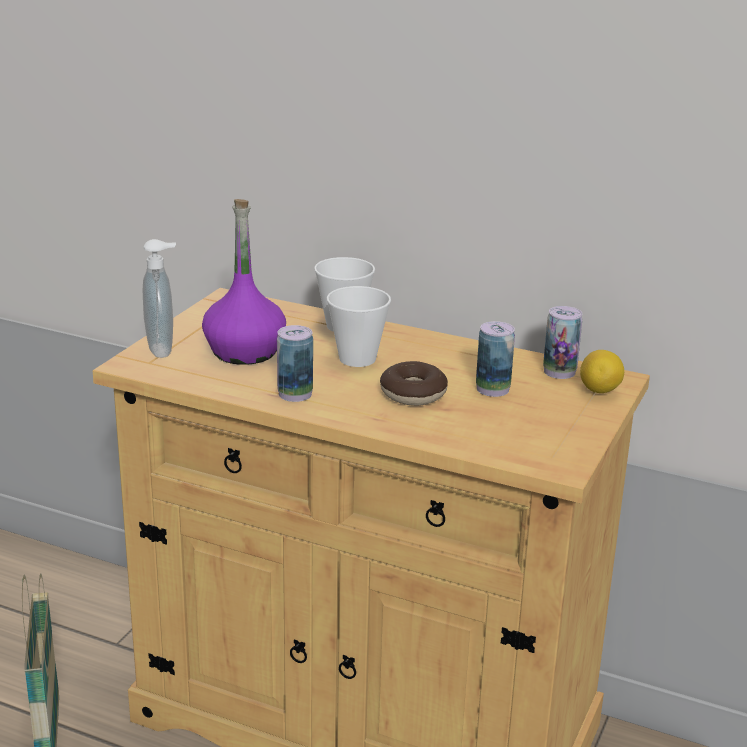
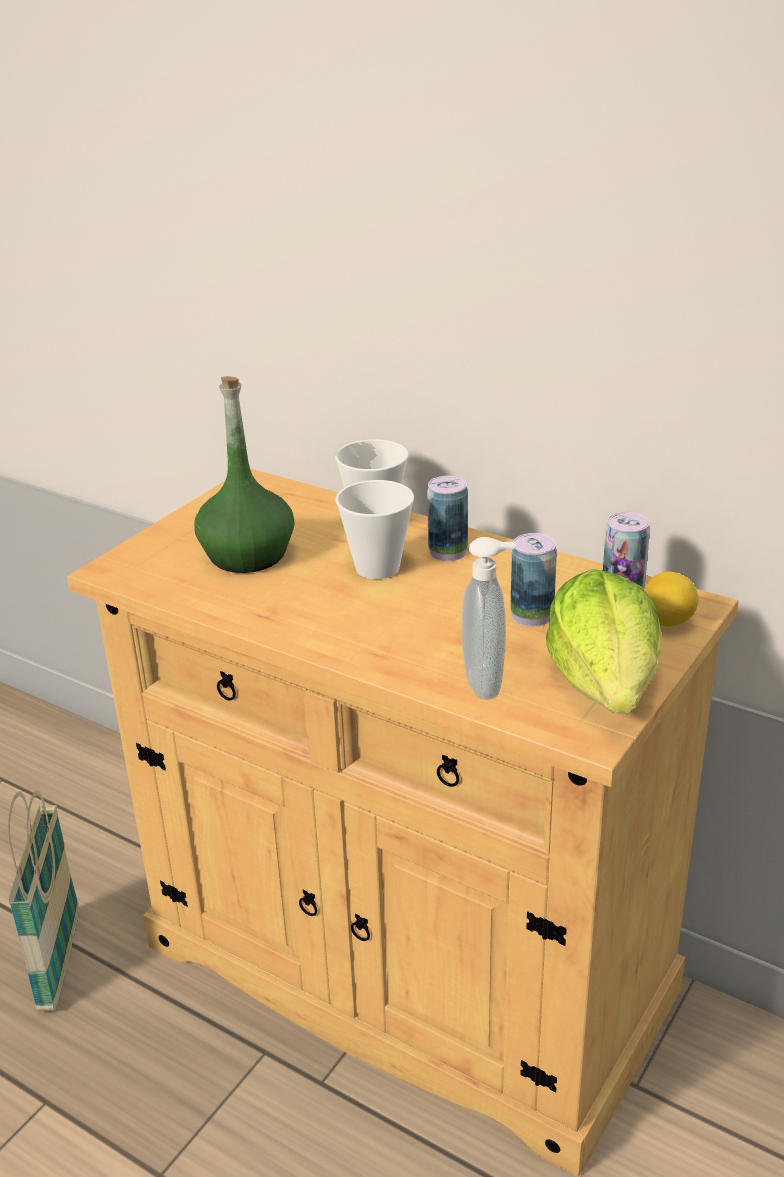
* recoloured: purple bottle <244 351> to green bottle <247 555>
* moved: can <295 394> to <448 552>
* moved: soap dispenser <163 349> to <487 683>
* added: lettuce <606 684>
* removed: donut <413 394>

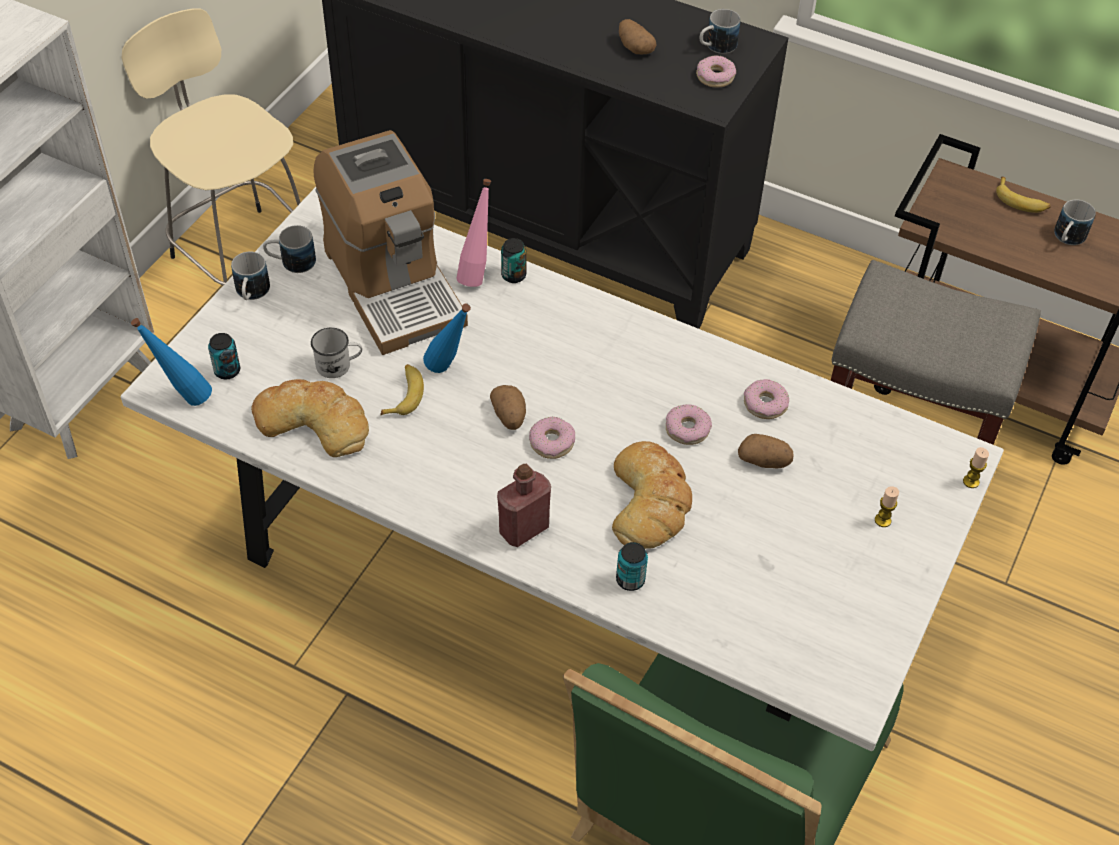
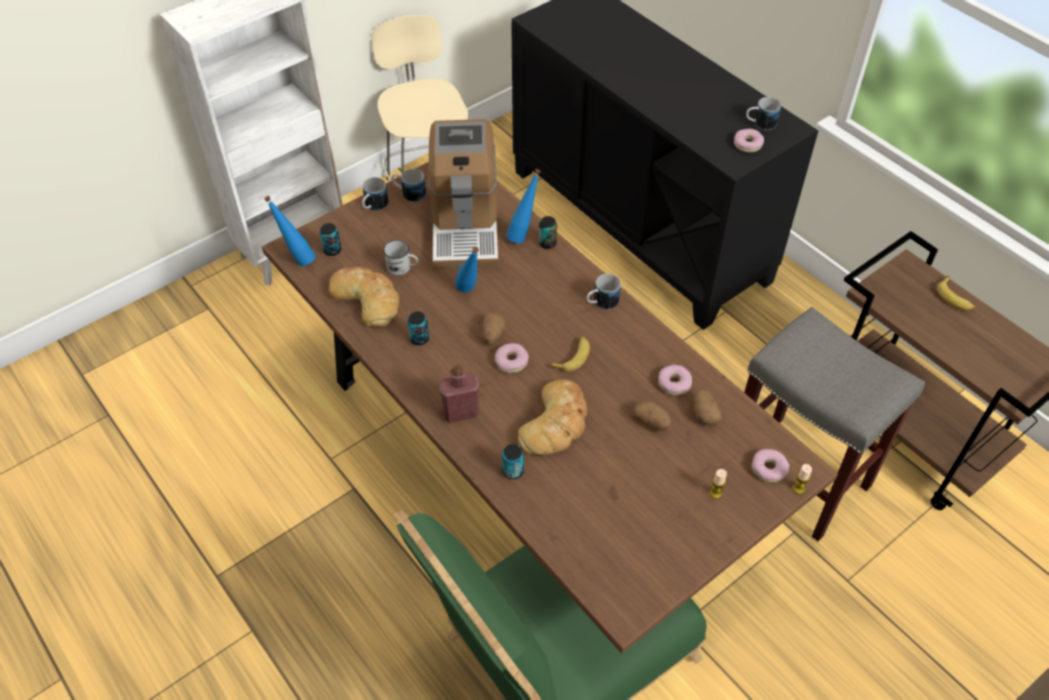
* recoloured: white dining table <554 573> to brown dining table <525 458>
* added: can <419 339>
* recoloured: pink bottle <477 273> to blue bottle <523 235>
* moved: banana <404 394> to <573 357>
* moved: mug <1066 239> to <601 302>
* moved: potato <634 48> to <704 413>
* moved: donut <687 429> to <769 468>

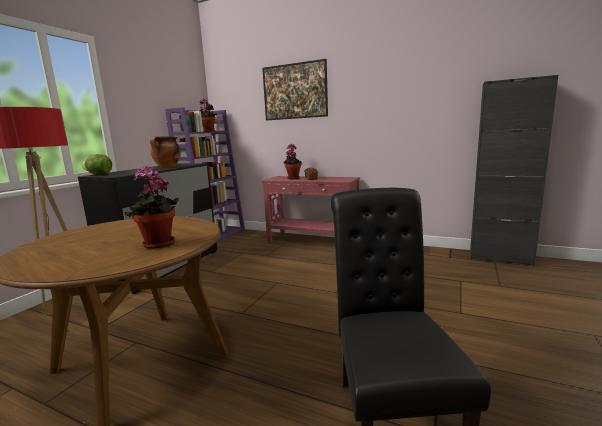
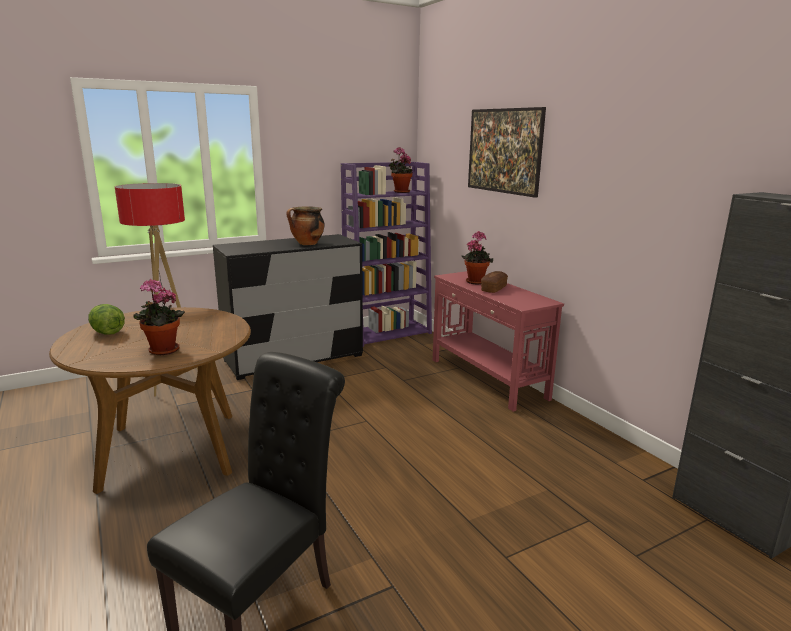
* moved: lettuce <99 174> to <107 332>

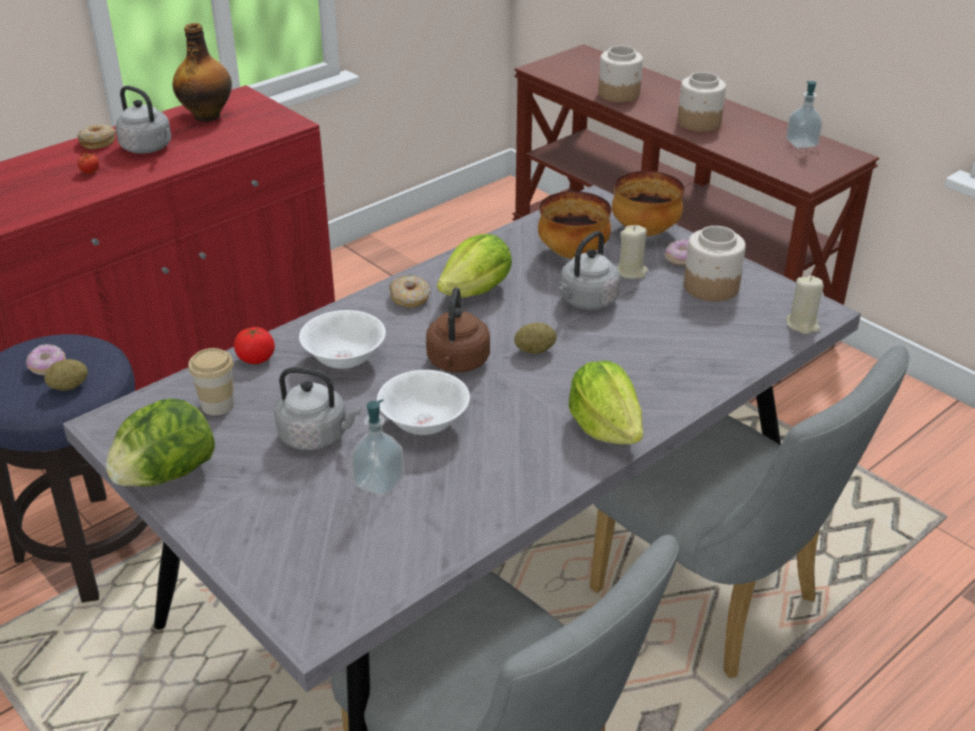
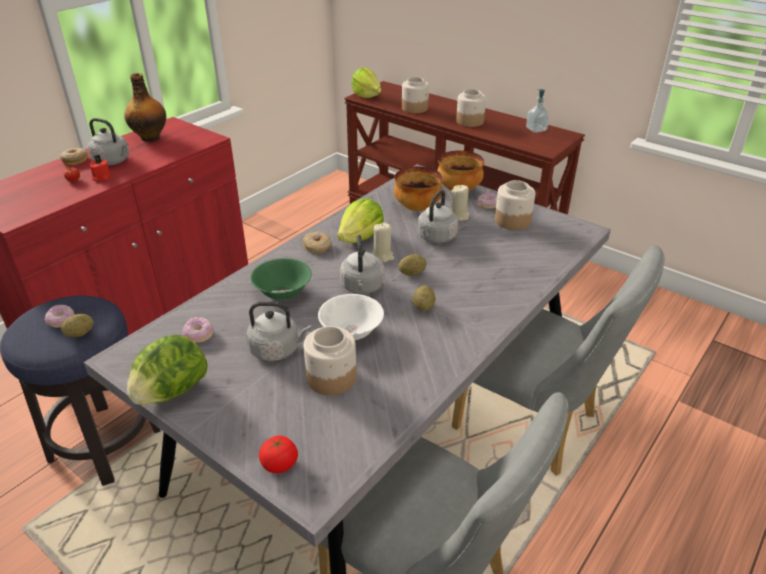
* added: red candle <101 177>
* replaced: cup <217 405> to donut <199 335>
* recoloured: white bowl <344 359> to green bowl <282 293>
* moved: tomato <256 358> to <279 464>
* replaced: soap dispenser <378 482> to jar <331 378>
* recoloured: brown kettle <457 363> to grey kettle <362 287>
* moved: lettuce <605 427> to <366 96>
* moved: beige candle <802 325> to <382 256>
* added: potato <423 307>

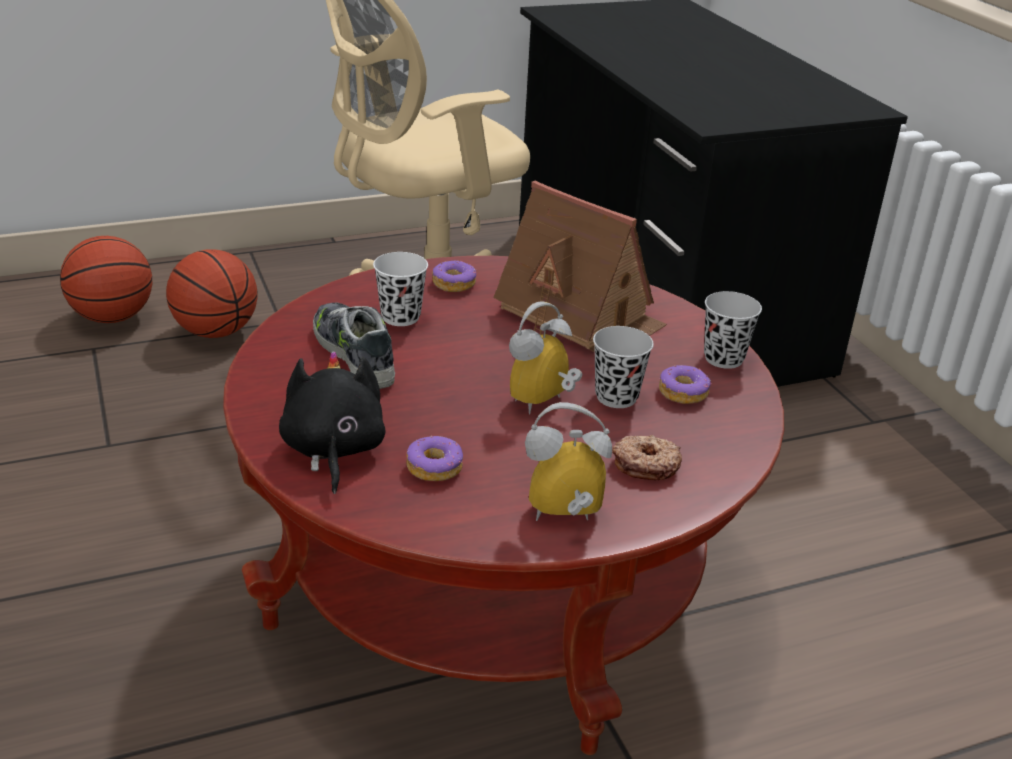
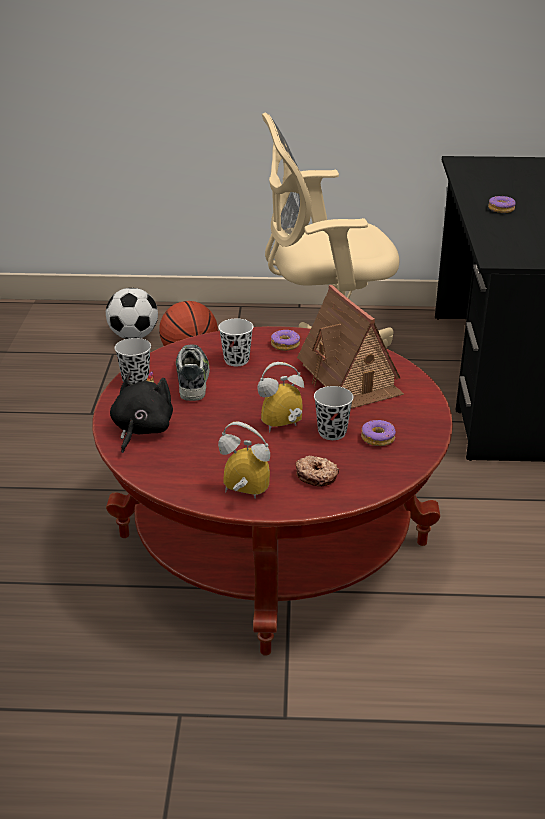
* replaced: basketball <112 317> to football <133 336>
* moved: black cup <723 358> to <135 381>
* moved: donut <435 467> to <501 209>

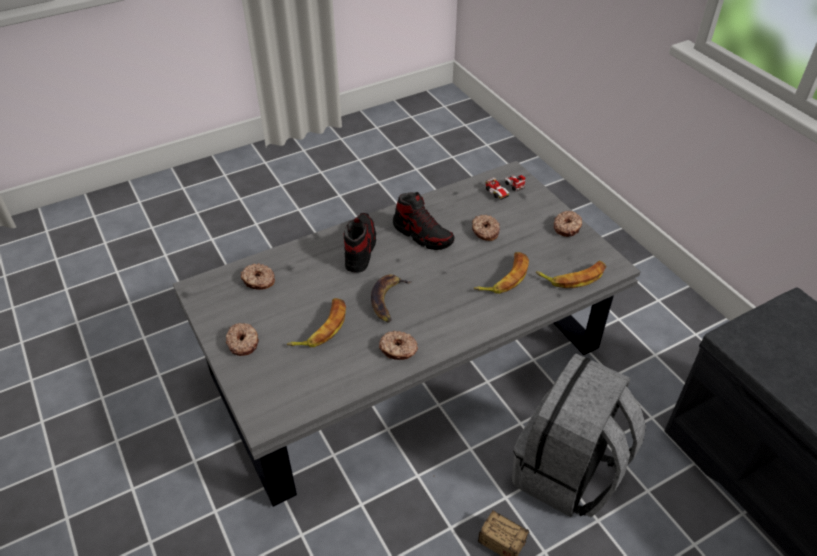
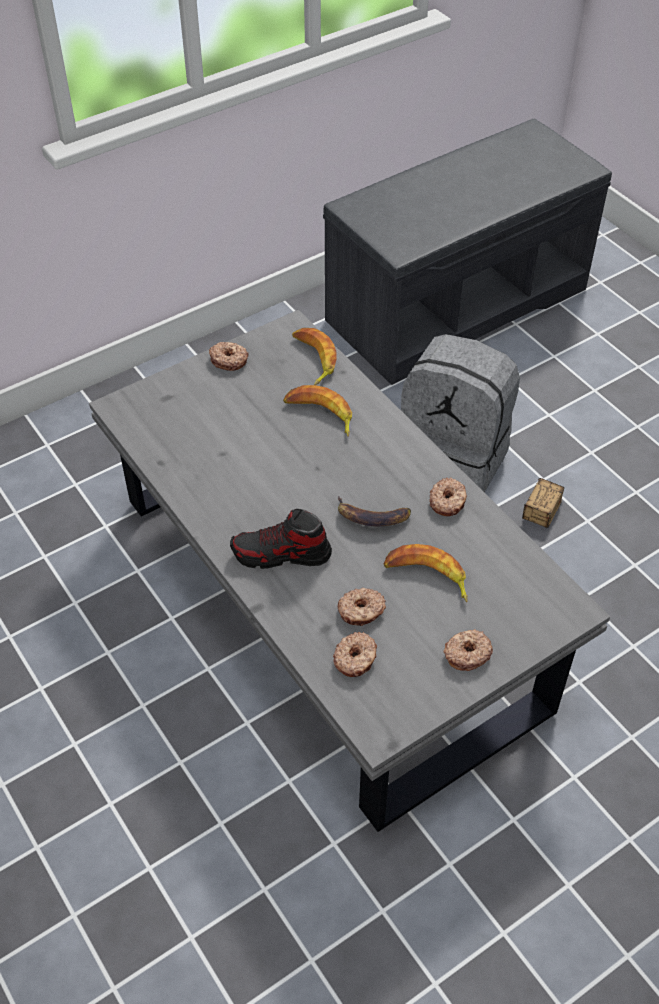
* moved: donut <485 231> to <361 611>
* removed: shoe <423 235>
* removed: toy car <505 190>

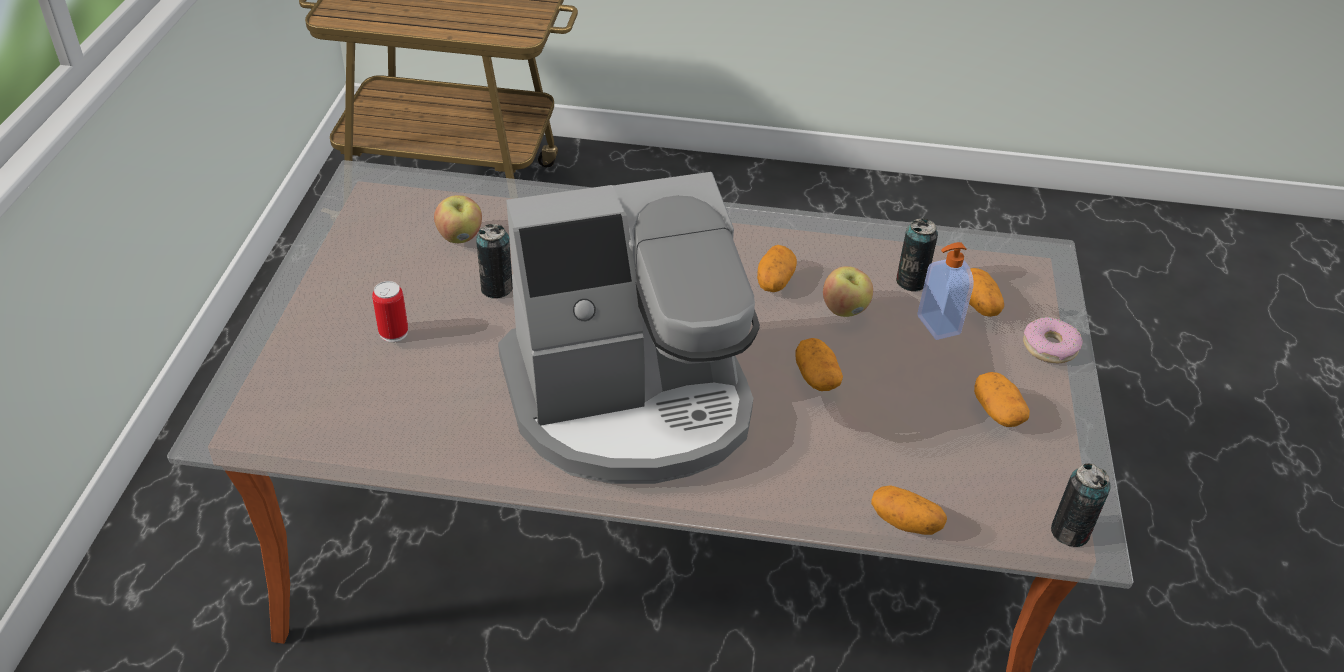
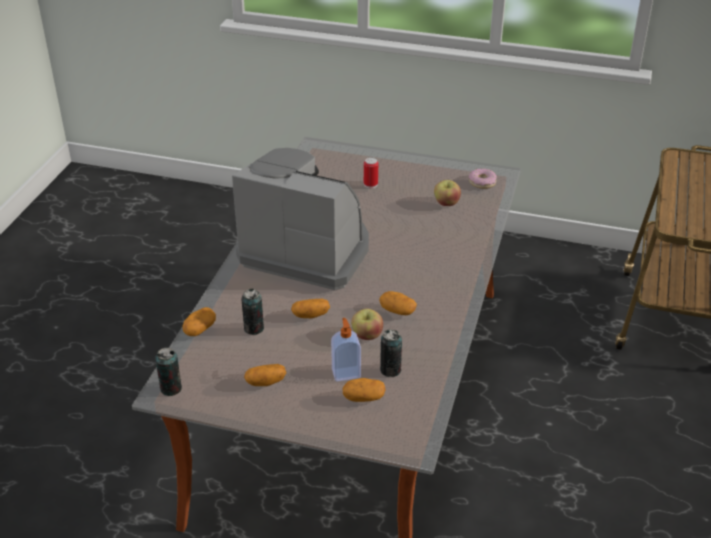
* turned: coffee machine <631 401> = <307 250> 120 degrees clockwise
* moved: can <497 288> to <254 328>
* moved: donut <1050 347> to <482 182>

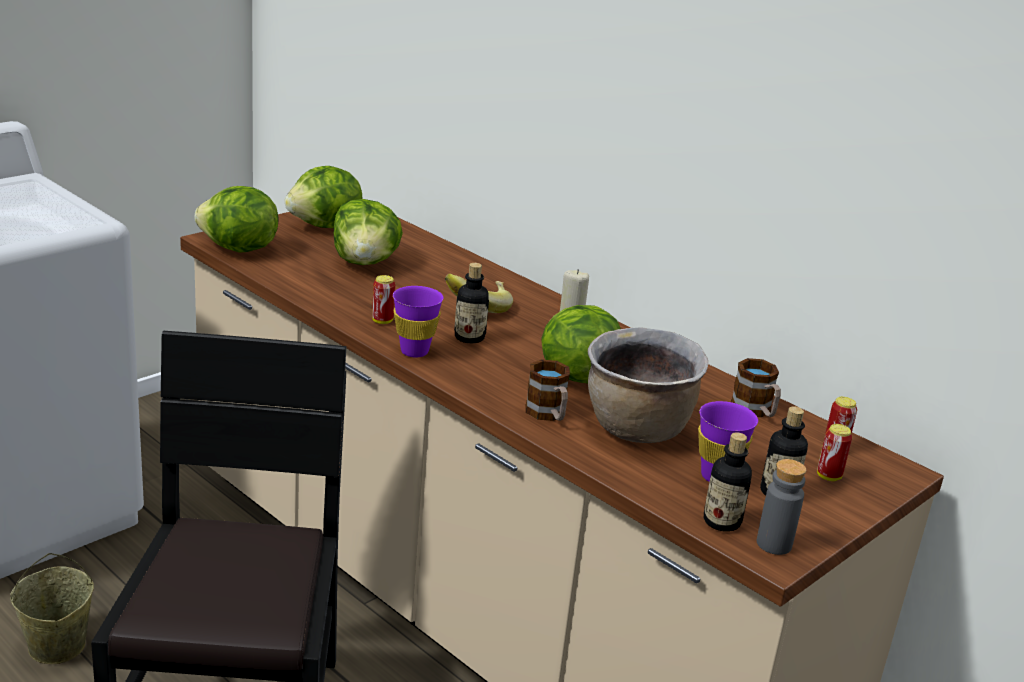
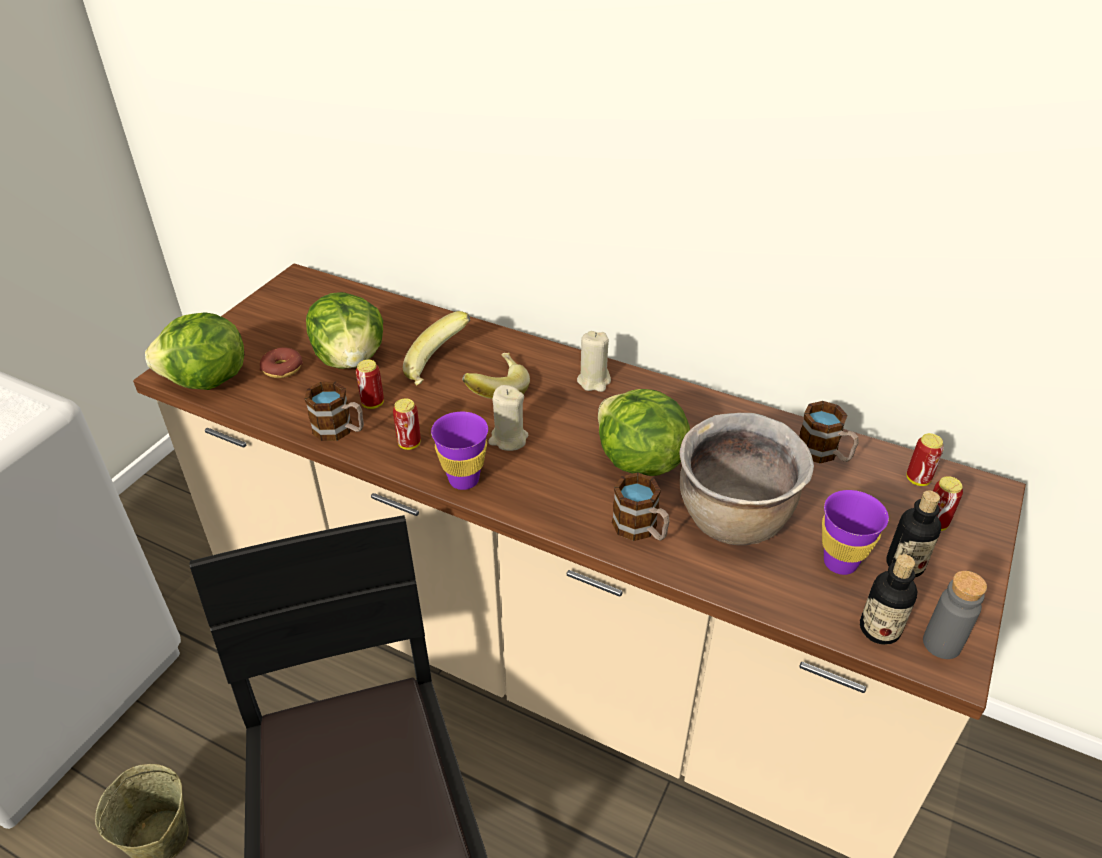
* added: donut <282 368>
* added: mug <340 430>
* added: can <373 403>
* added: banana <439 368>
* replaced: bottle <469 337> to beige candle <508 439>
* removed: lettuce <325 226>

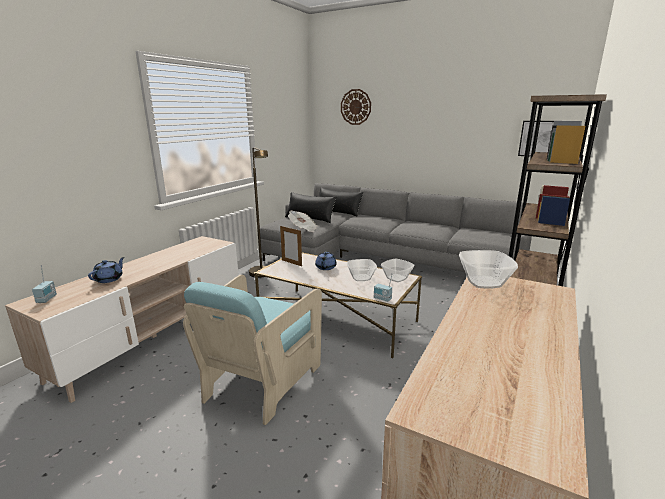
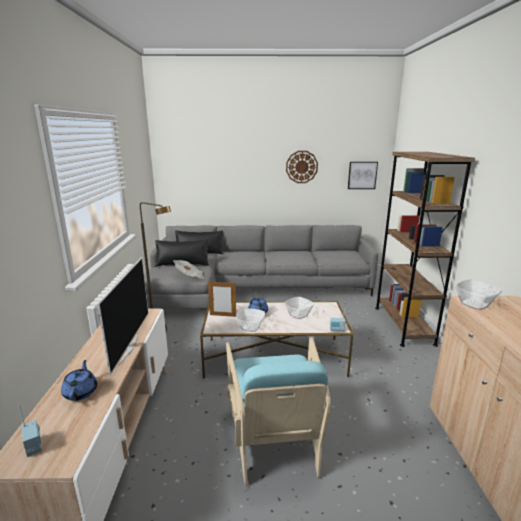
* added: television <127 348>
* moved: bowl <396 278> to <250 327>
* moved: wall clock <356 107> to <301 167>

